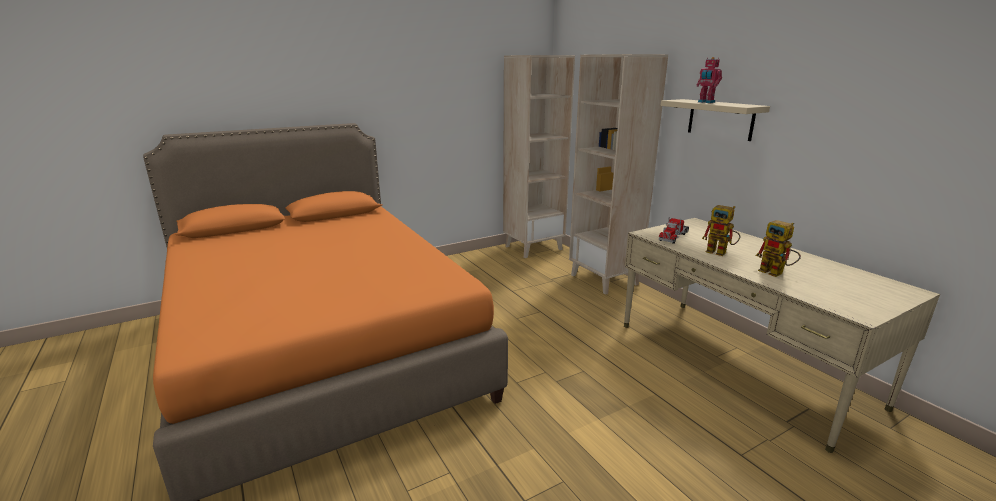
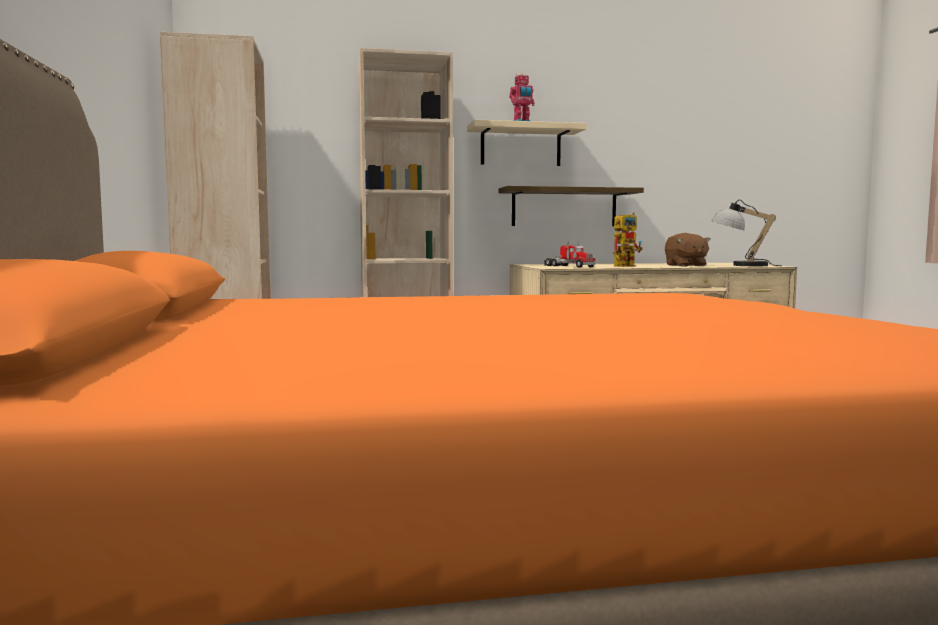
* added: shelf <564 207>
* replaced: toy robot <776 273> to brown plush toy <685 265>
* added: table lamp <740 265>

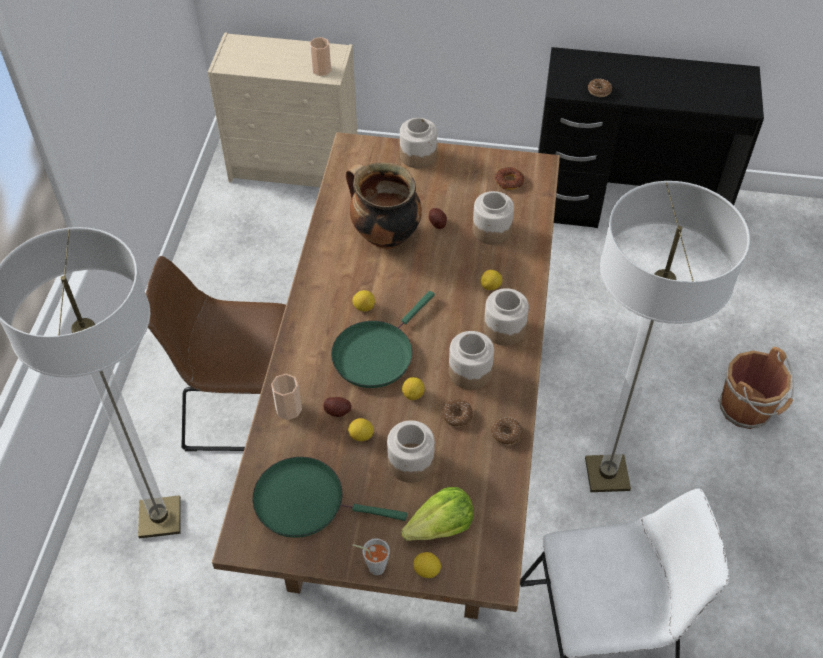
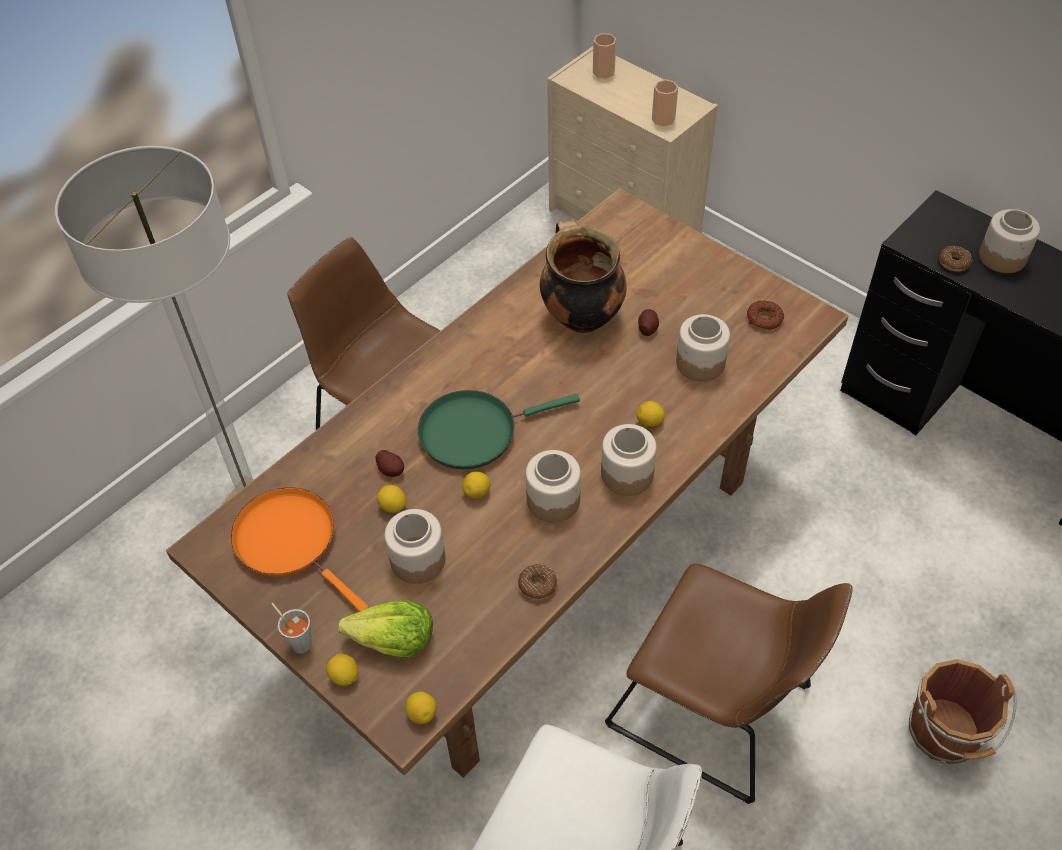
* recoloured: green frying pan <306 501> to orange frying pan <291 541>
* moved: lemon <364 307> to <422 714>
* moved: cup <288 409> to <603 72>
* replaced: floor lamp <607 474> to brown chair <716 711>
* moved: jar <418 155> to <1002 257>
* removed: donut <457 416>

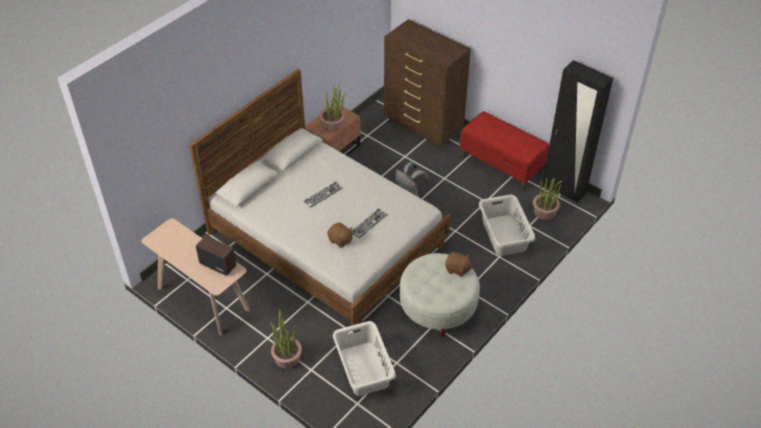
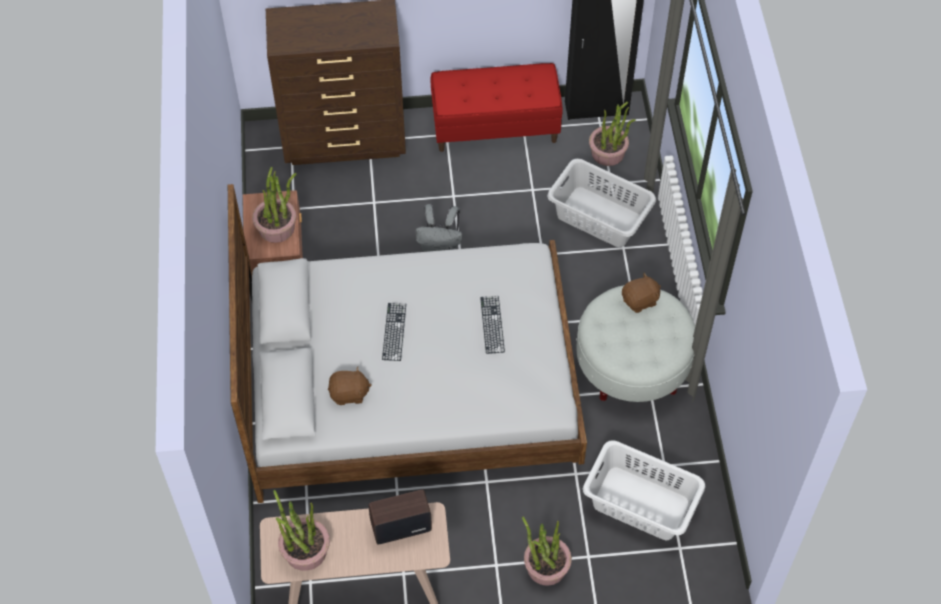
* added: potted plant <305 550>
* moved: brown plush toy <340 240> to <349 394>

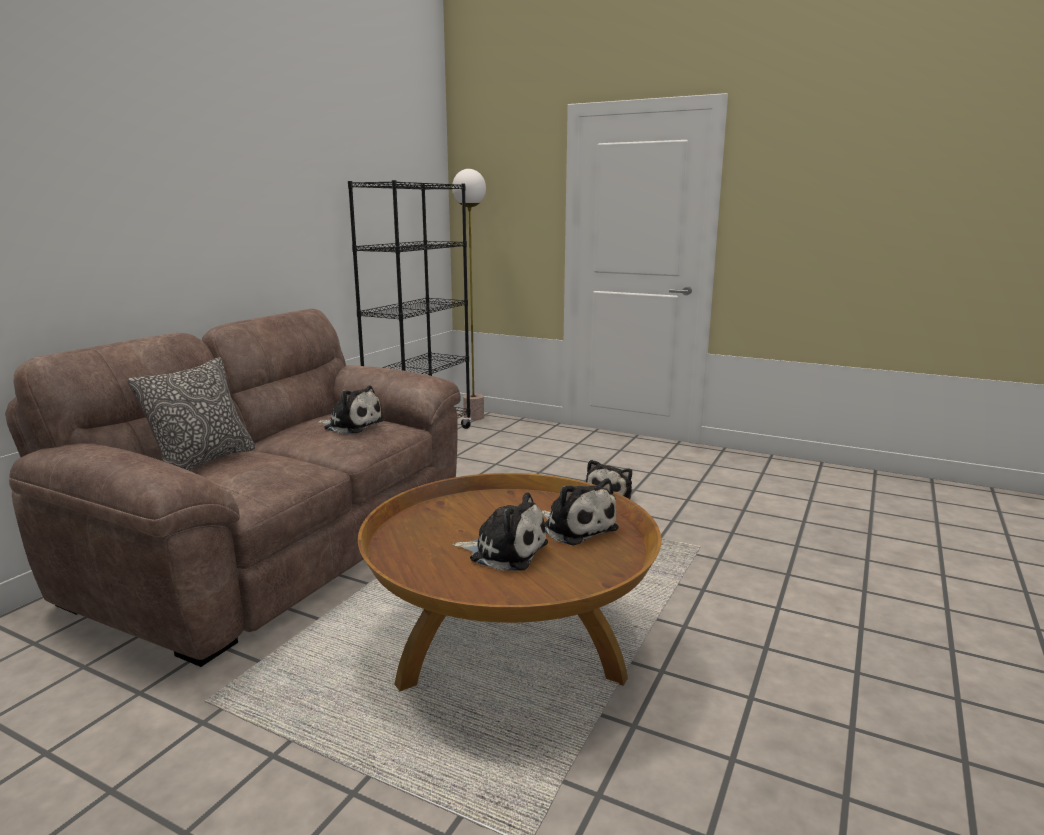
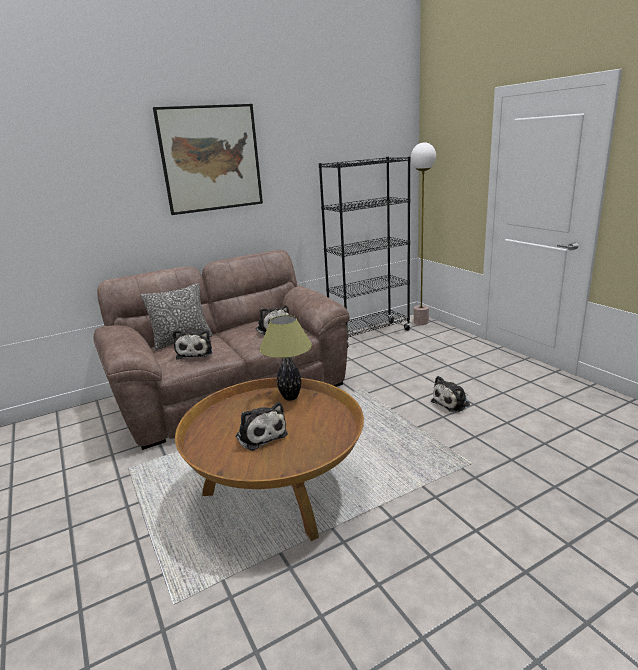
* added: picture <211 159>
* moved: plush toy <575 527> to <195 352>
* added: table lamp <290 397>

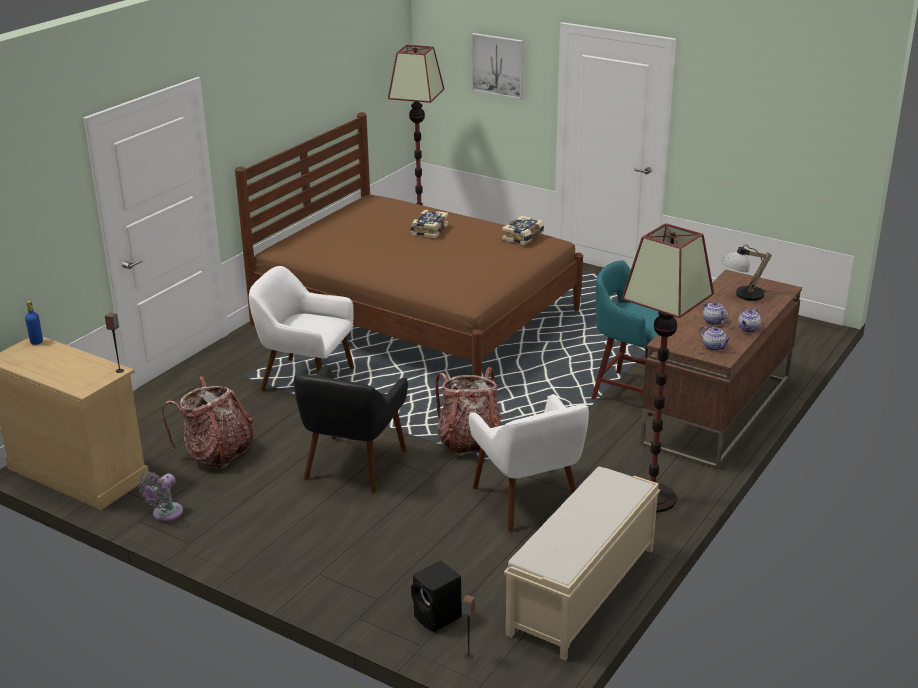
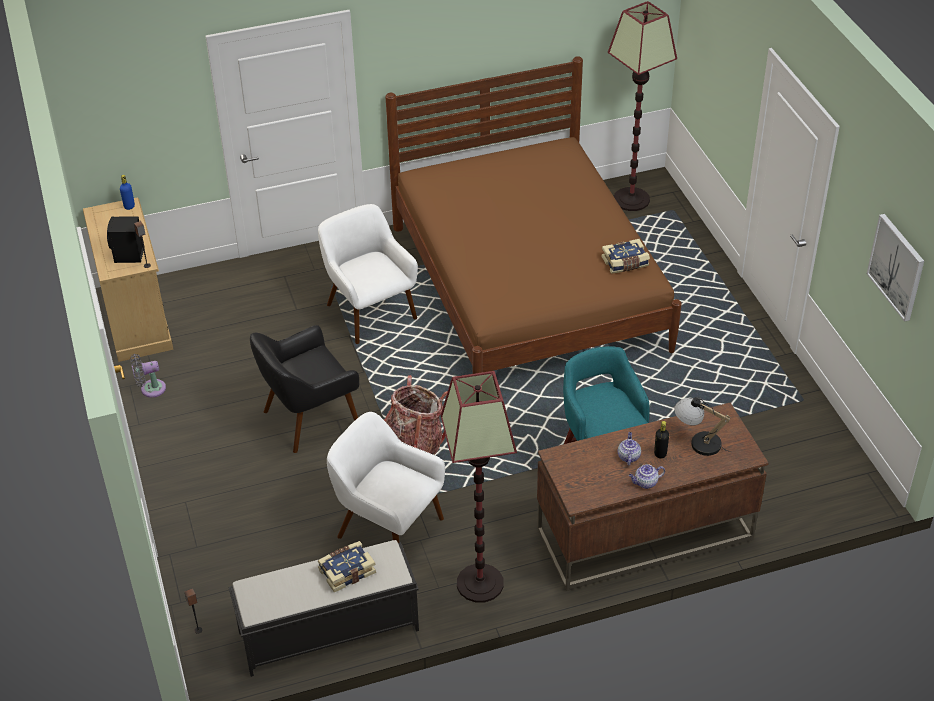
* moved: black speaker <438 618> to <128 256>
* recoloured: beige bench <581 592> to black bench <327 631>
* moved: book <428 230> to <346 571>
* turned: white armchair <528 501> = <388 528> 105 degrees clockwise
* added: black bottle <660 454>
* moved: picture <498 65> to <897 267>
* removed: backpack <216 453>
* removed: teapot <714 347>

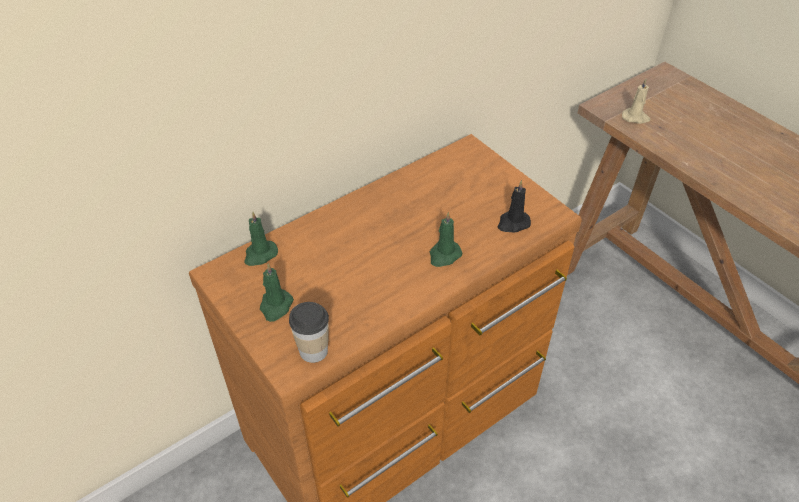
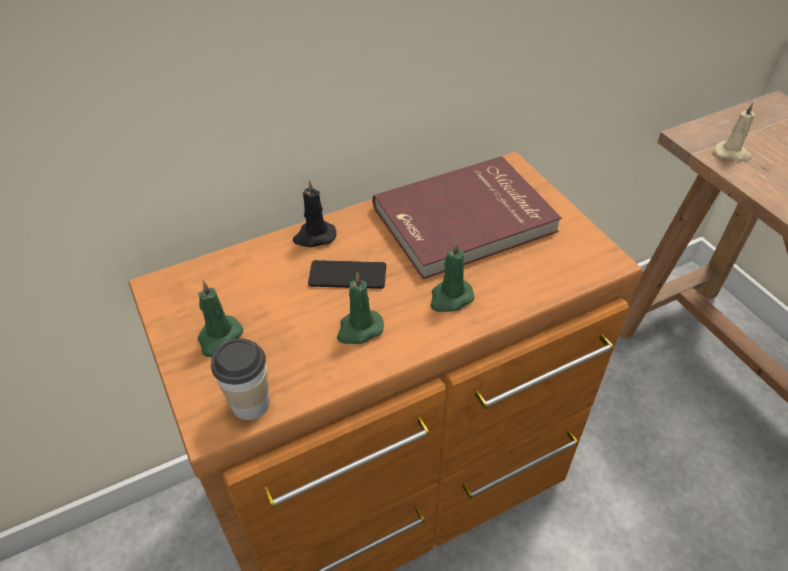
* moved: black candle <513 223> to <314 236>
* added: phone <347 275>
* moved: green candle <260 255> to <359 329>
* added: red book <465 221>

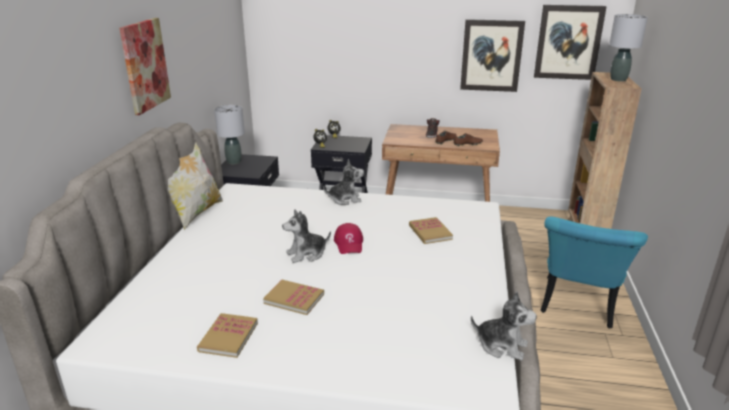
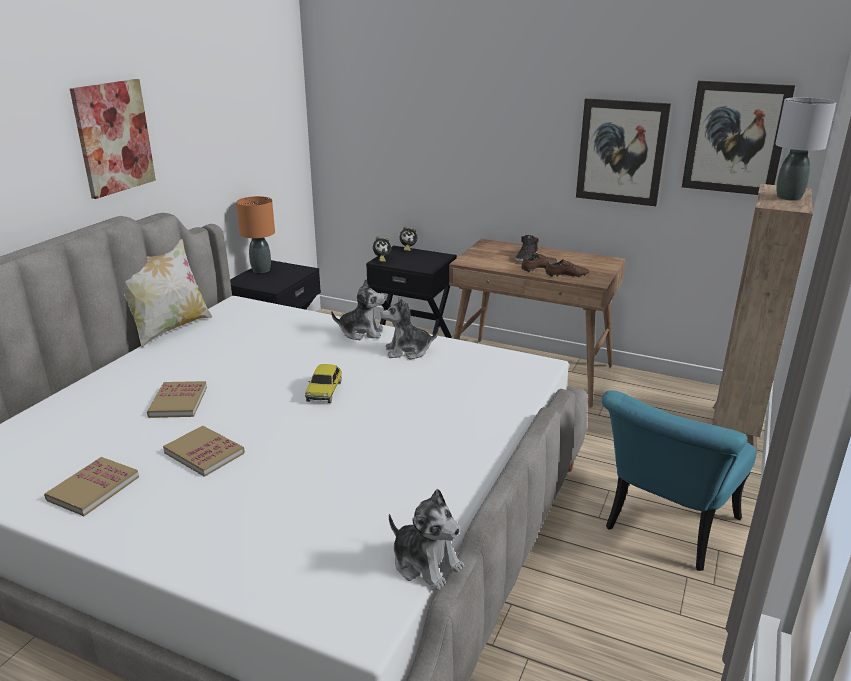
* moved: book <430 232> to <178 402>
* recoloured: grey table lamp <234 162> to orange table lamp <261 270>
* replaced: red cap <349 243> to toy car <324 391>
* moved: plush toy <306 254> to <408 351>

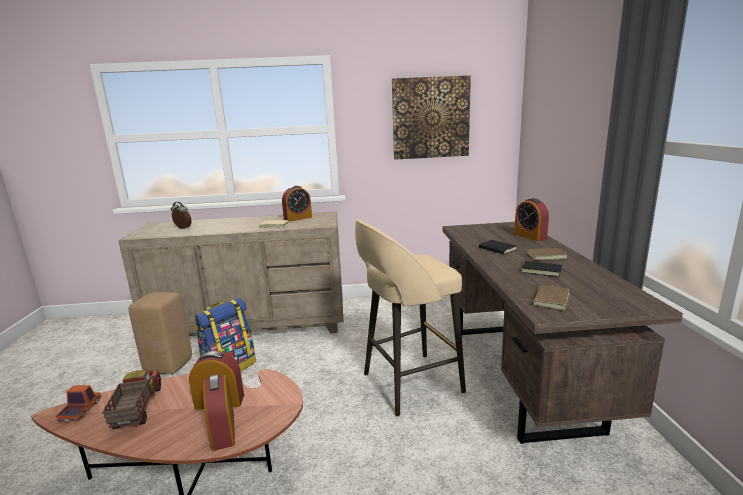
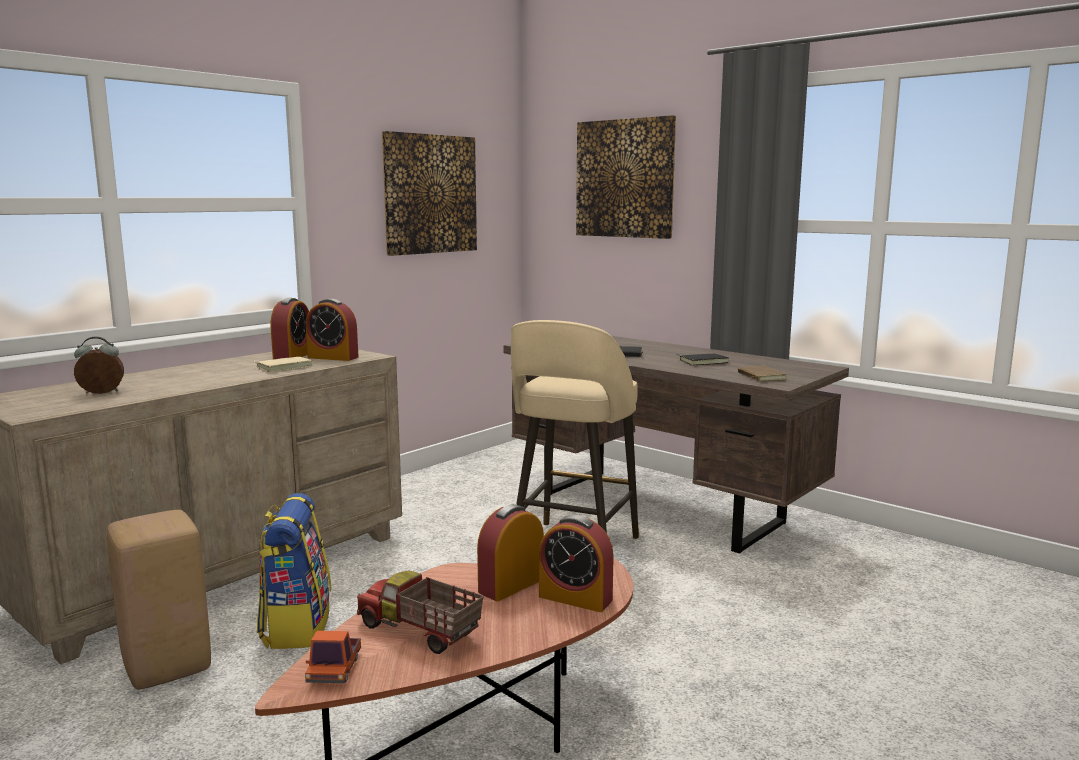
* turned: toy truck <80 411> = <334 669> 135 degrees counterclockwise
* moved: alarm clock <530 236> to <333 357>
* added: picture <625 178>
* removed: brown book <545 256>

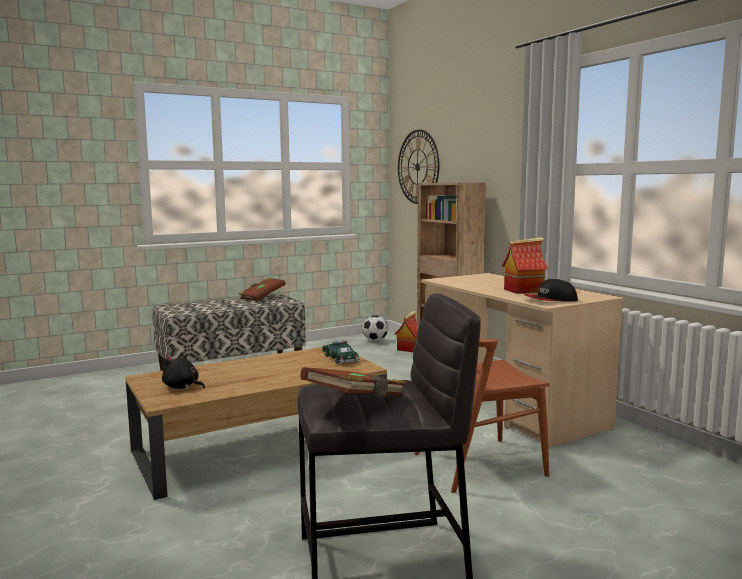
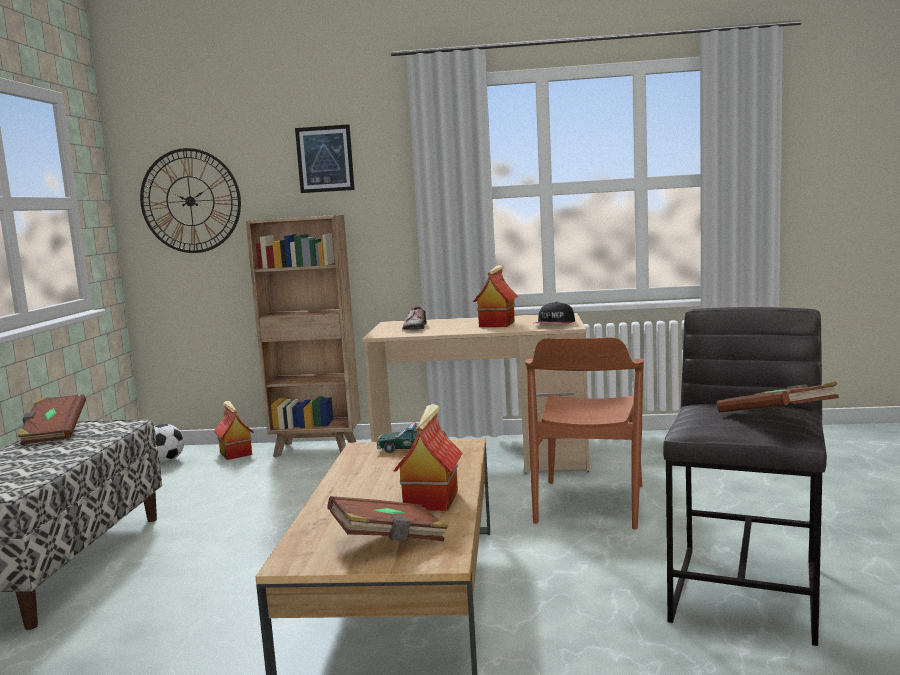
* added: picture <325 159>
* replaced: black plush toy <182 387> to brown book <389 540>
* added: toy house <430 499>
* added: shoe <414 327>

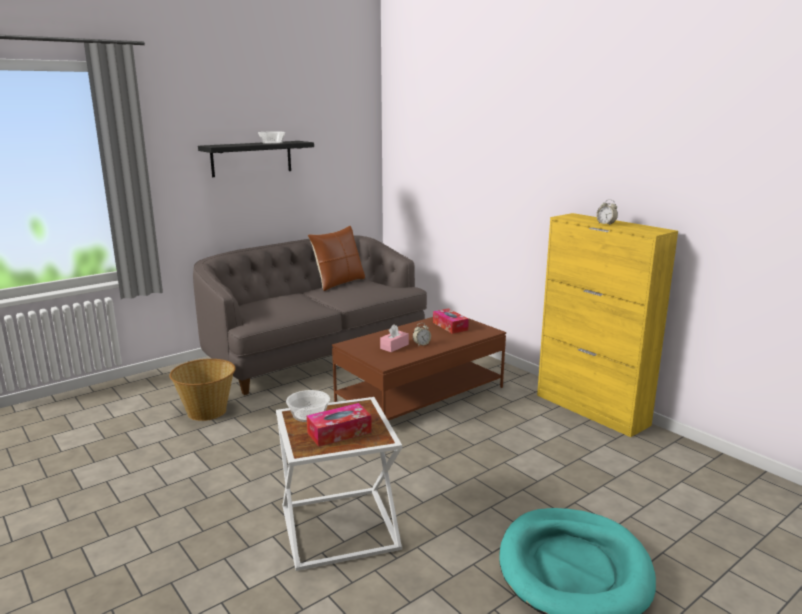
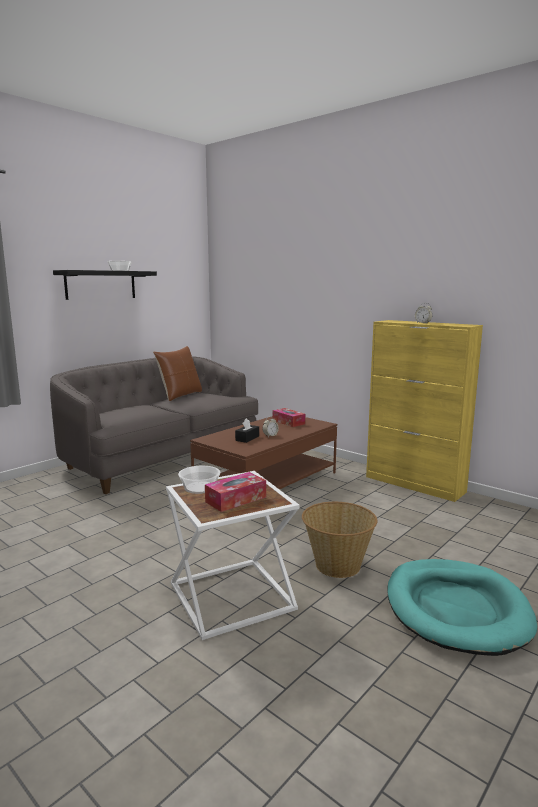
* recoloured: pink tissue box <394 346> to black tissue box <247 438>
* moved: basket <207 411> to <337 565>

